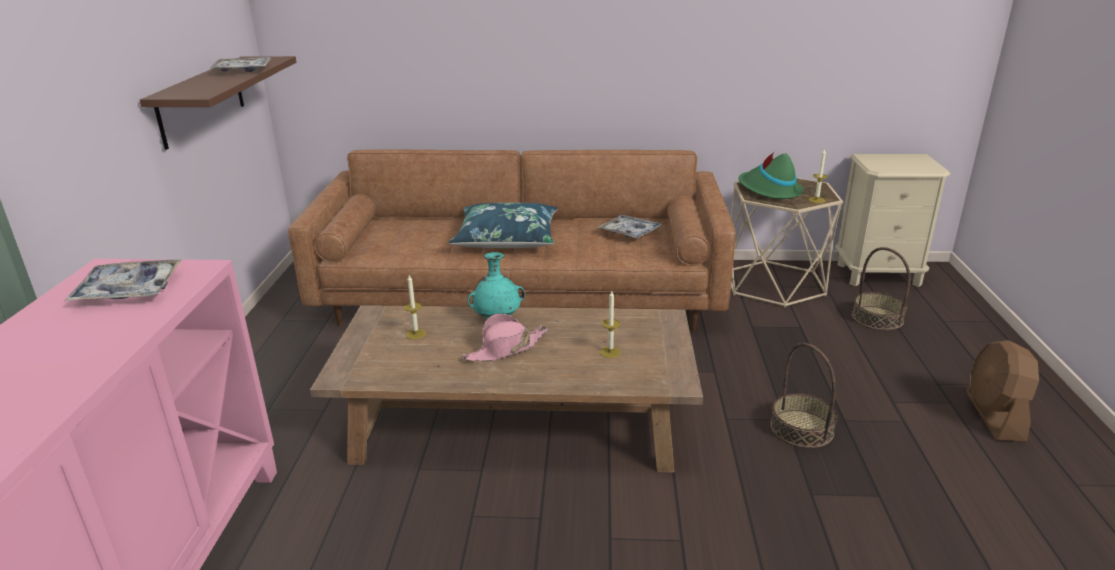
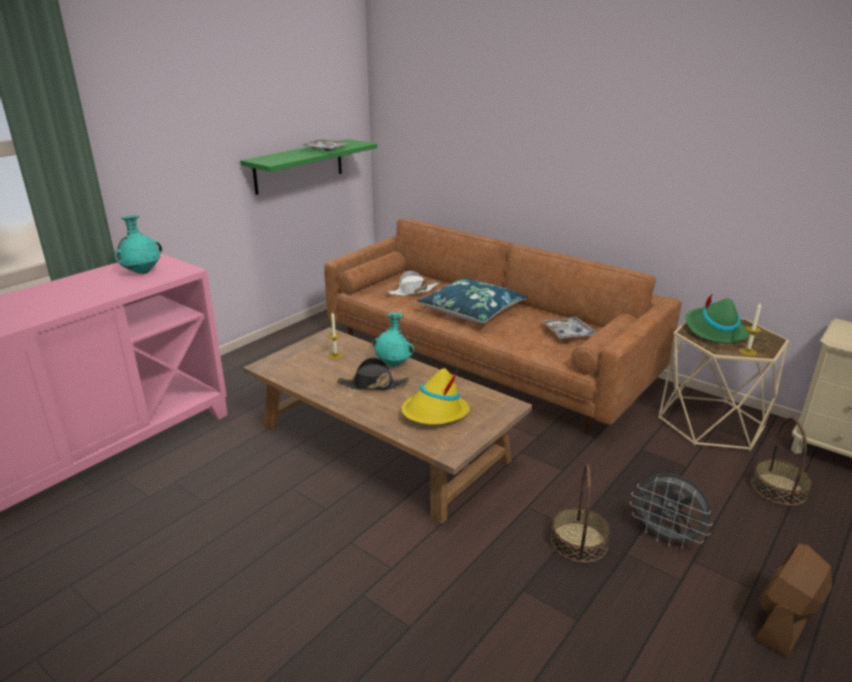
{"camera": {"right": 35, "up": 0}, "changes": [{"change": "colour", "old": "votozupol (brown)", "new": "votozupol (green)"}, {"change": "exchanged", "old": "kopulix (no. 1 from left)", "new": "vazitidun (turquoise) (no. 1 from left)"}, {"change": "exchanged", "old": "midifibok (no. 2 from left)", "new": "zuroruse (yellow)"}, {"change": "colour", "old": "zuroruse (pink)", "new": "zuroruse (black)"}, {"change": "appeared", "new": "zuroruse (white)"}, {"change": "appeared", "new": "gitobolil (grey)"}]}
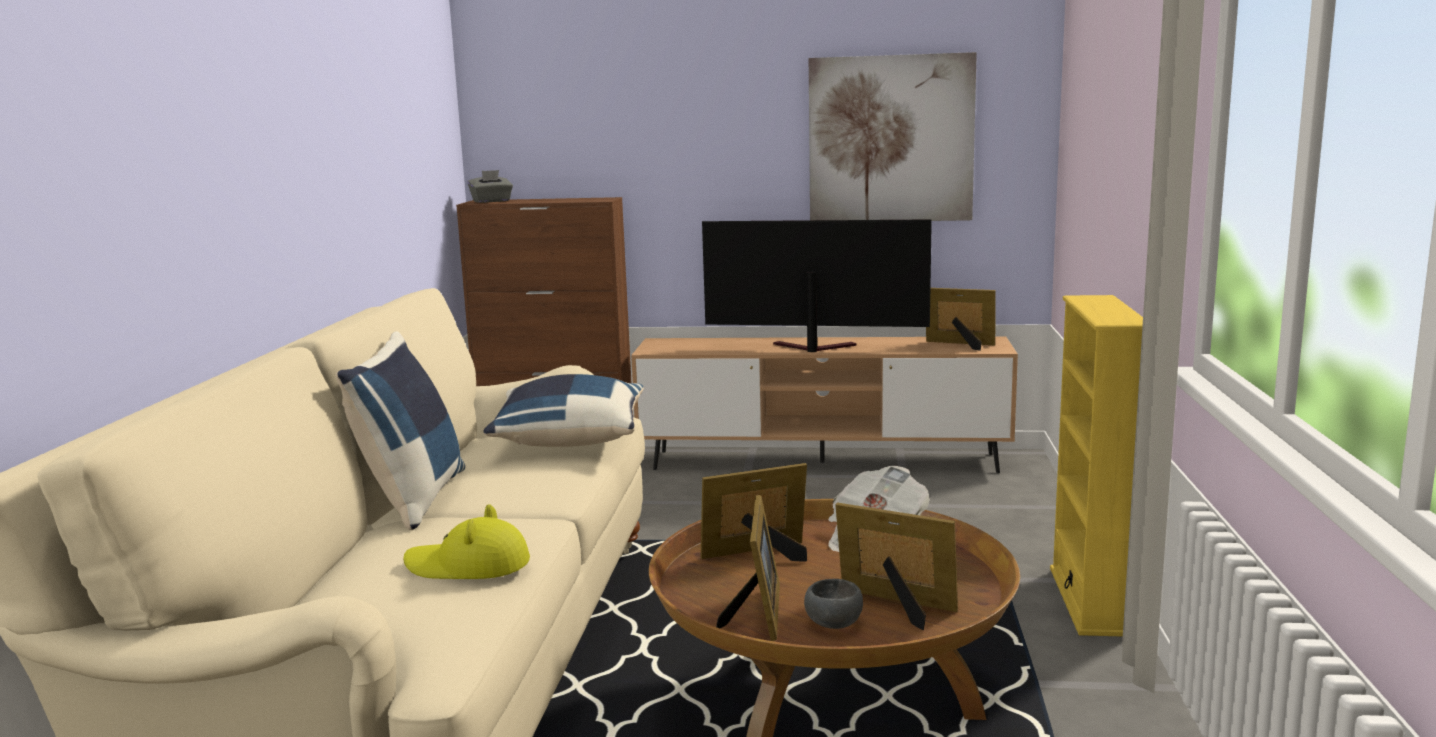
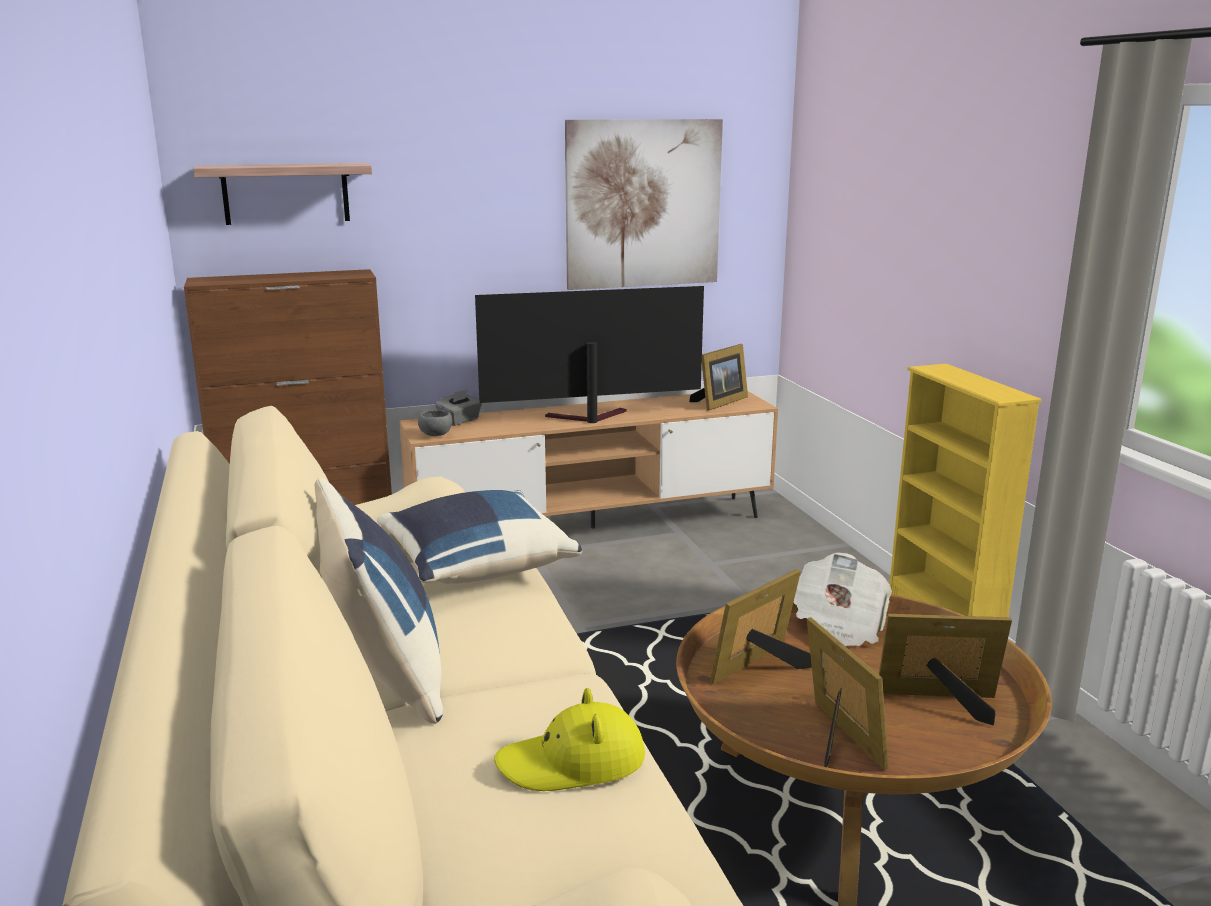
{"camera": {"right": -25, "up": 5}, "changes": [{"change": "relocated", "old": "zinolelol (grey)"}, {"change": "spun", "old": "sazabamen (no. 4 from left in the first image)", "degrees": 135}, {"change": "relocated", "old": "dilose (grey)"}, {"change": "appeared", "new": "votozupol"}]}
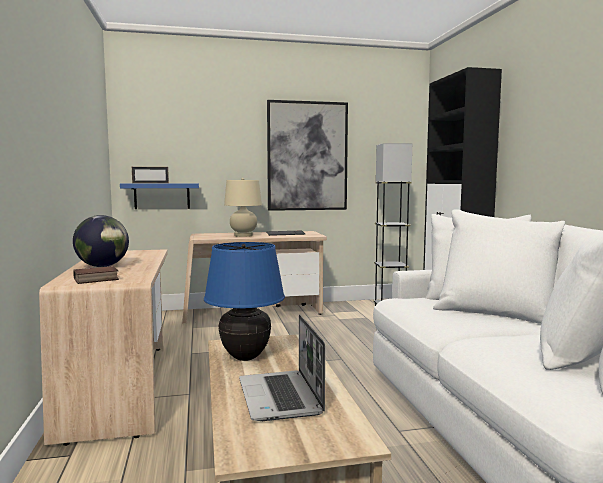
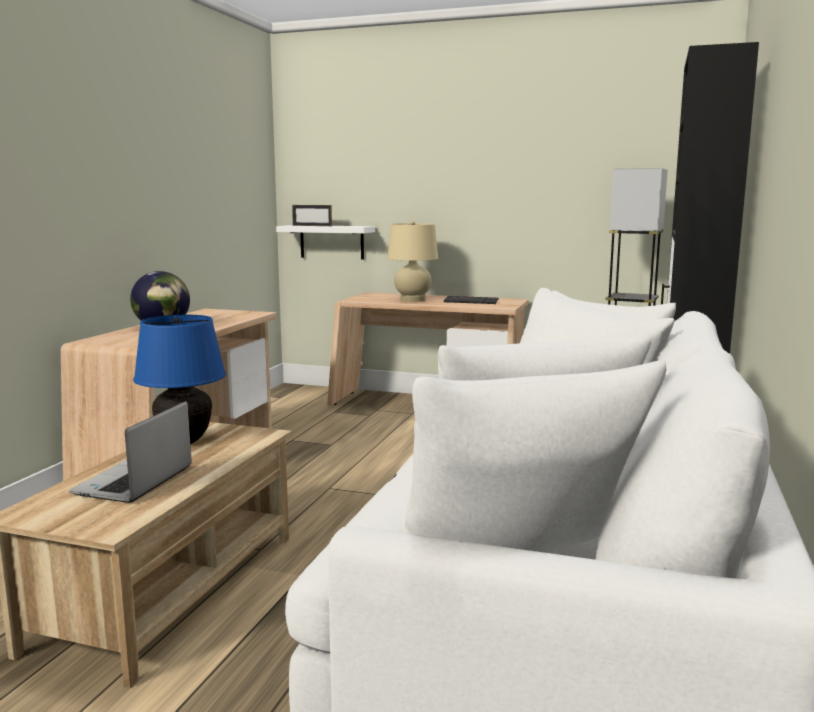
{"camera": {"right": 30, "up": 5}, "changes": [{"change": "missing", "old": "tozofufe"}, {"change": "colour", "old": "votozupol (blue)", "new": "votozupol (white)"}, {"change": "missing", "old": "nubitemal"}]}
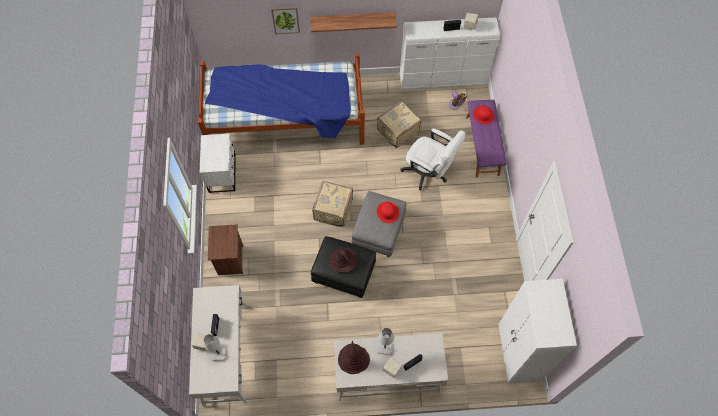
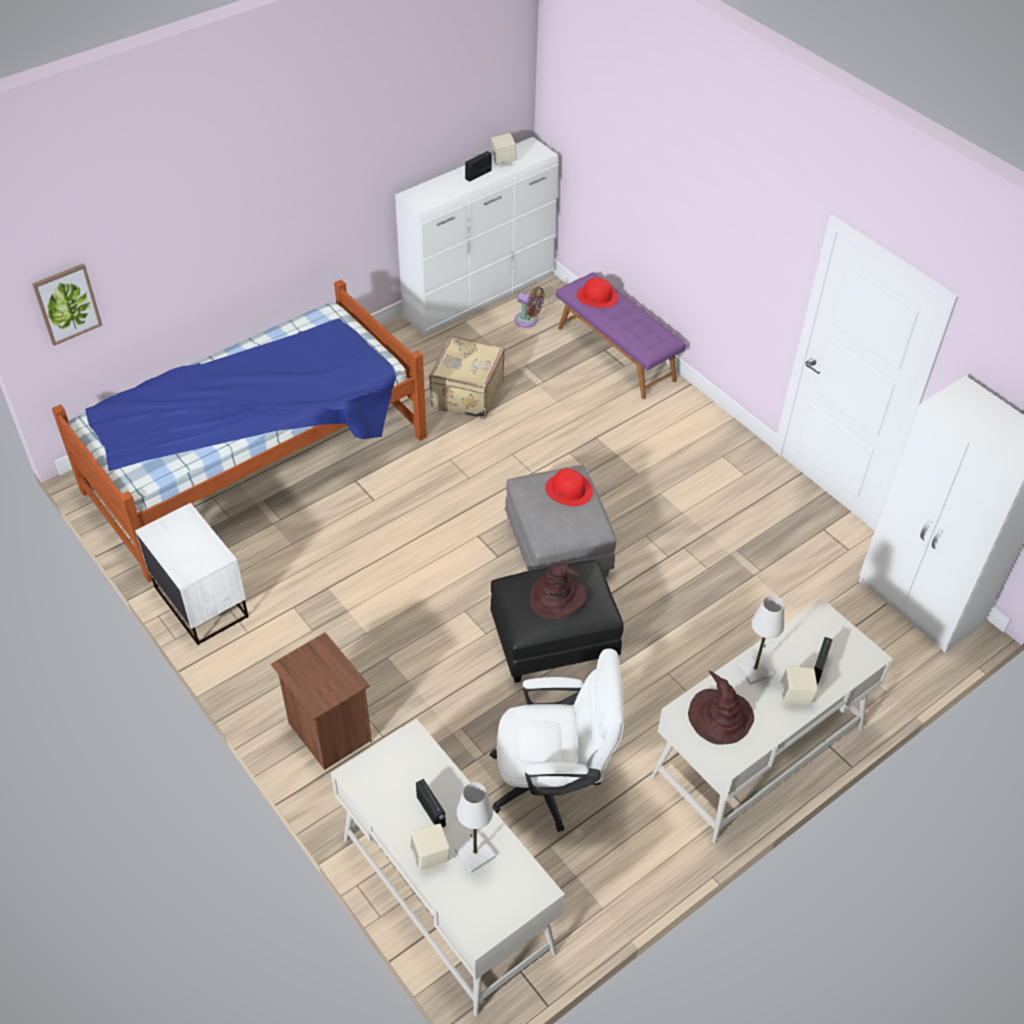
{"camera": {"right": -35, "up": -15}, "changes": [{"change": "relocated", "old": "tozofufe"}, {"change": "missing", "old": "votozupol"}, {"change": "relocated", "old": "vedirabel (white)"}, {"change": "missing", "old": "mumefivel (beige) (no. 1 from left)"}]}
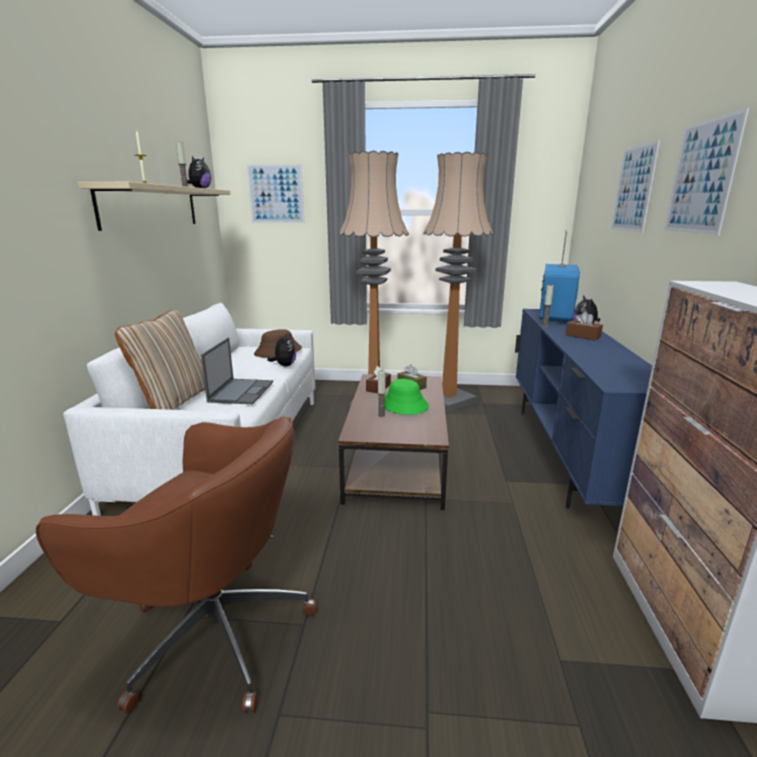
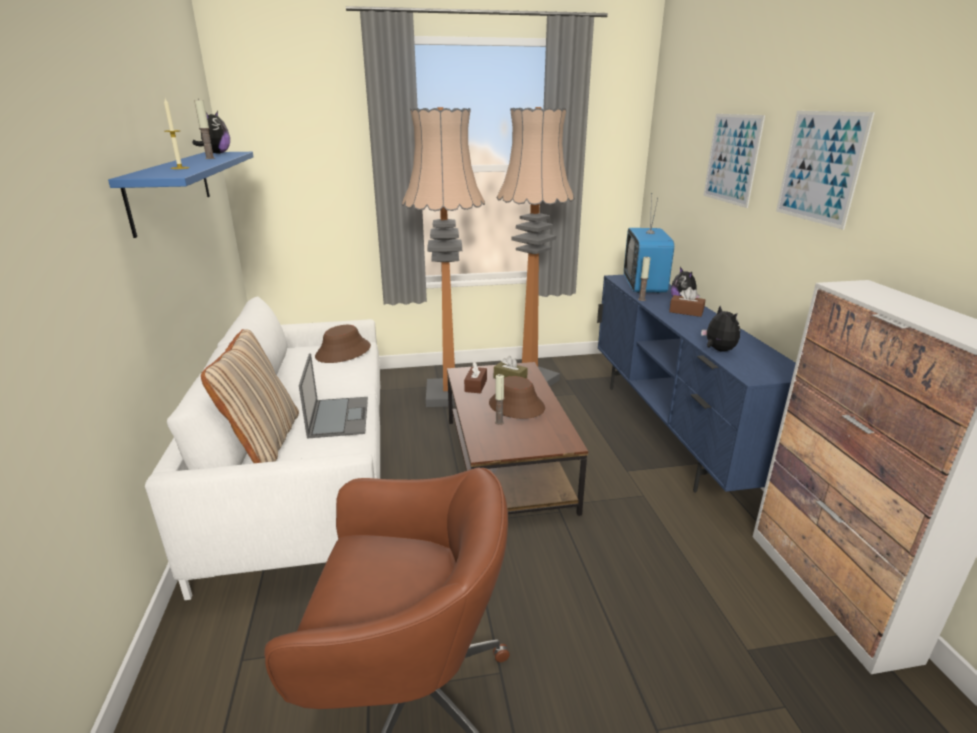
{"camera": {"right": -15, "up": 5}, "changes": [{"change": "missing", "old": "tozofufe (no. 1 from left)"}, {"change": "colour", "old": "votozupol (beige)", "new": "votozupol (blue)"}, {"change": "relocated", "old": "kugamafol (no. 2 from left in the first image)", "new": "kugamafol (no. 3 from left)"}, {"change": "colour", "old": "zuroruse (green)", "new": "zuroruse (brown) (no. 2 from left)"}]}
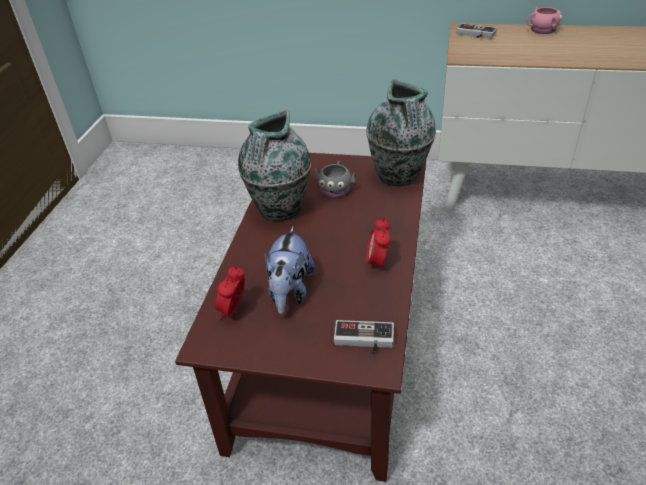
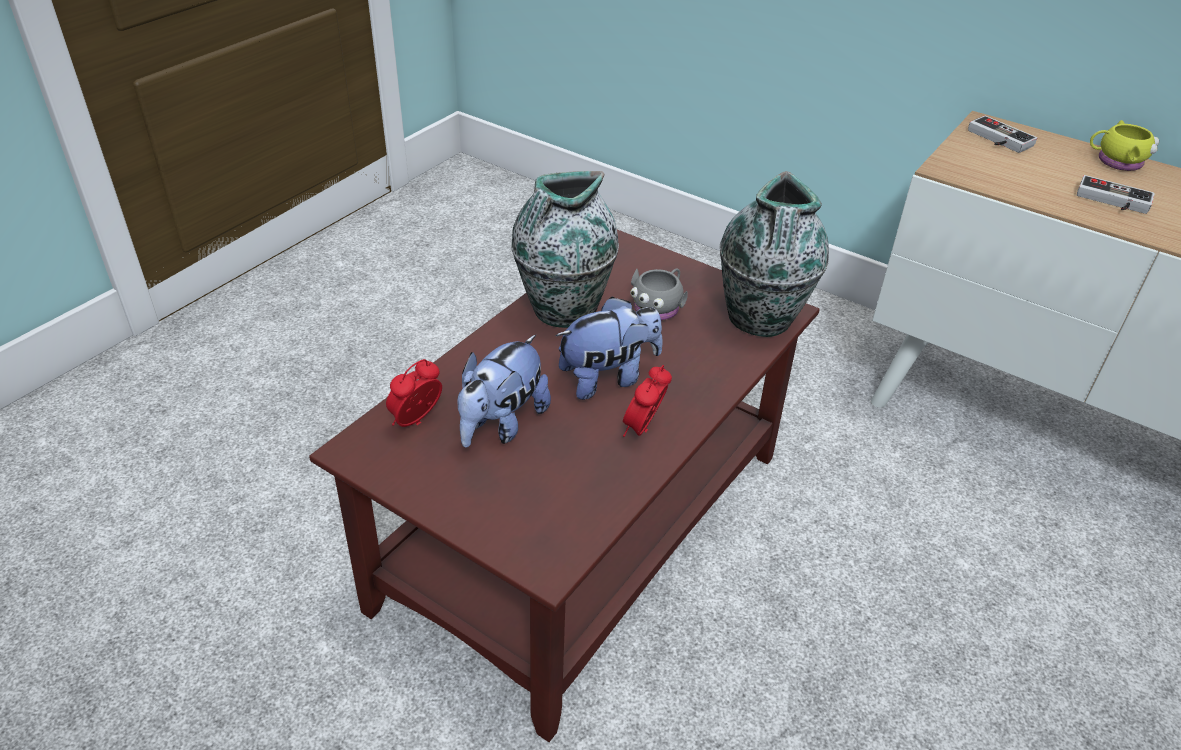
{"camera": {"right": 20, "up": 0}, "changes": [{"change": "colour", "old": "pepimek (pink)", "new": "pepimek (yellow)"}, {"change": "relocated", "old": "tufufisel (no. 1 from left in the first image)", "new": "tufufisel (no. 2 from left)"}, {"change": "appeared", "new": "kugamafol (no. 2 from left)"}]}
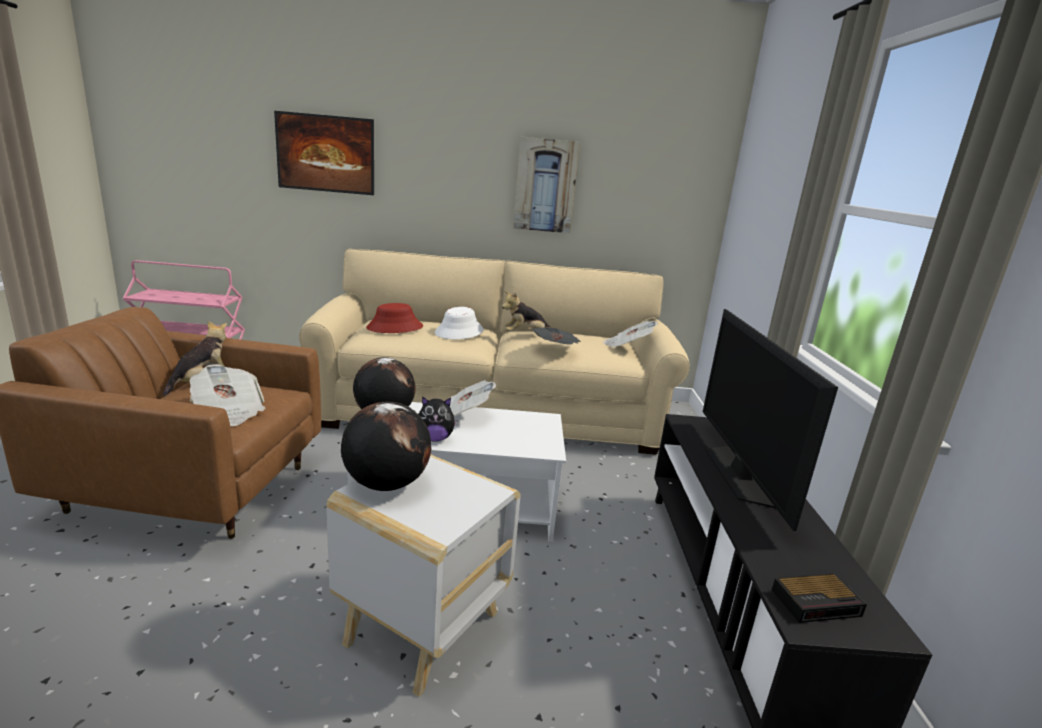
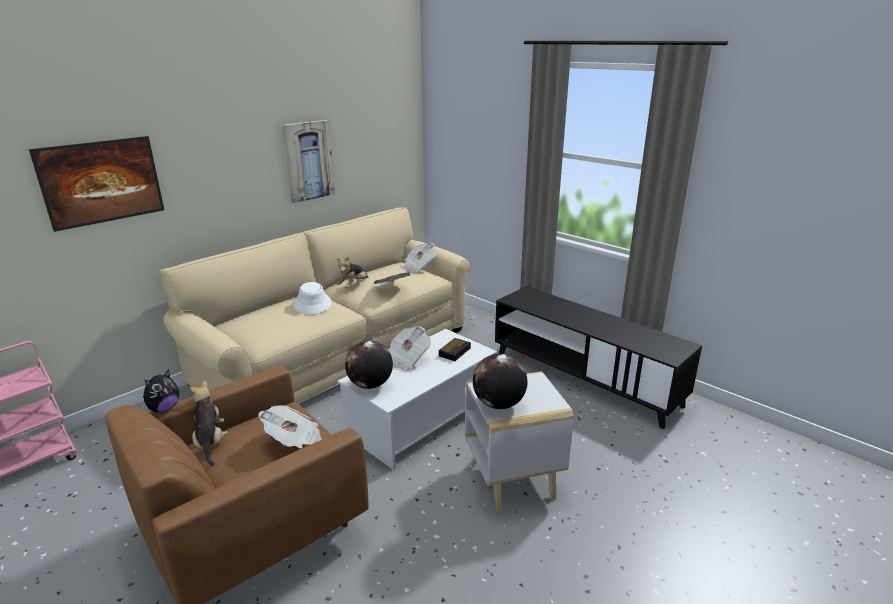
{"camera": {"right": -45, "up": 5}, "changes": [{"change": "missing", "old": "zuroruse (red)"}, {"change": "missing", "old": "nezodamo"}, {"change": "relocated", "old": "kugamafol (no. 2 from left in the first image)", "new": "kugamafol (no. 1 from left)"}, {"change": "relocated", "old": "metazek"}]}
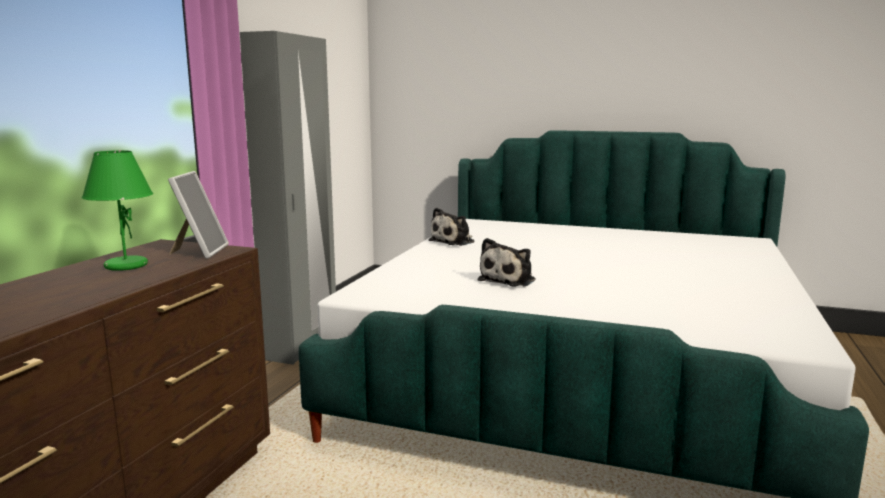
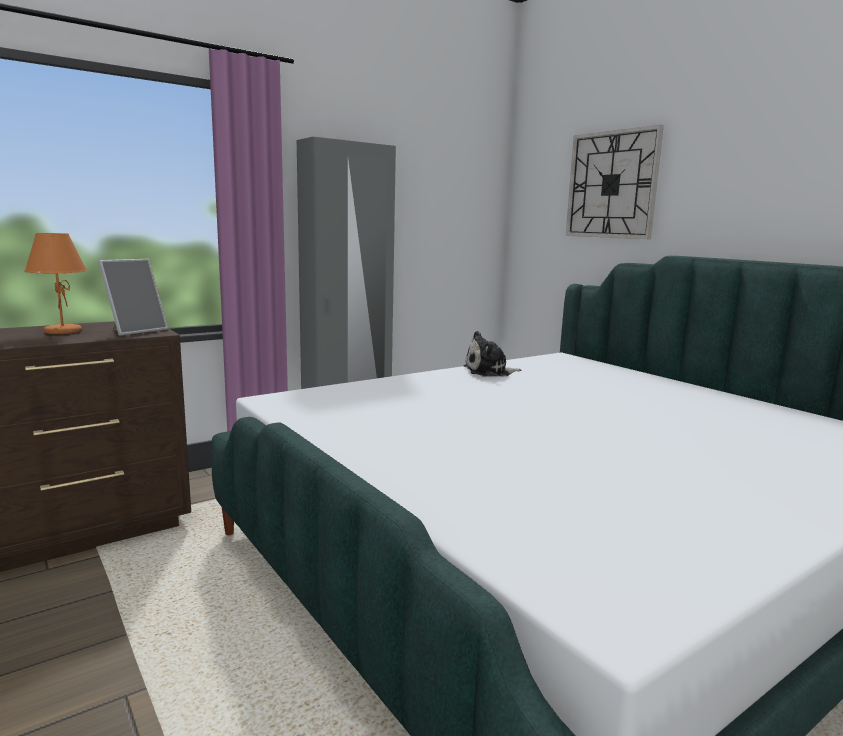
{"camera": {"right": 35, "up": 0}, "changes": [{"change": "colour", "old": "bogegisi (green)", "new": "bogegisi (orange)"}, {"change": "missing", "old": "kugamafol (no. 2 from left)"}, {"change": "appeared", "new": "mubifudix"}]}
